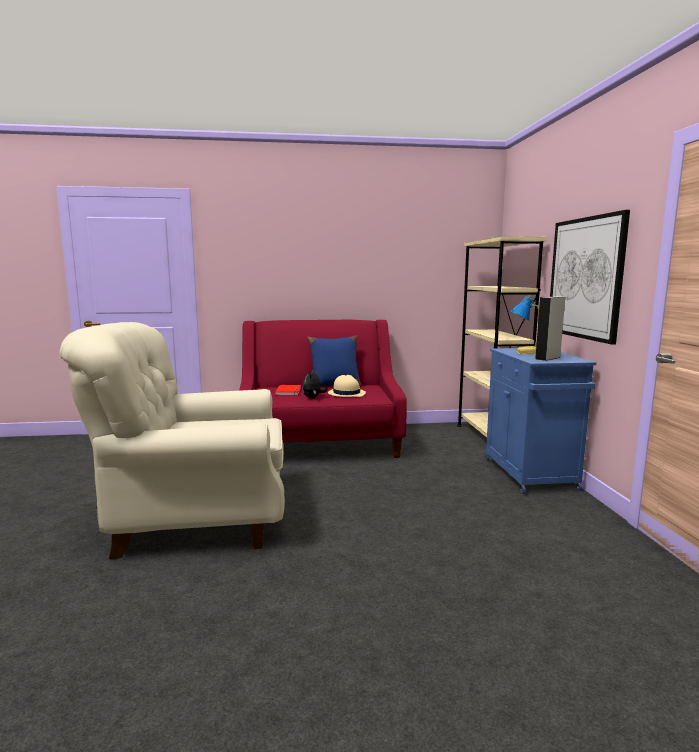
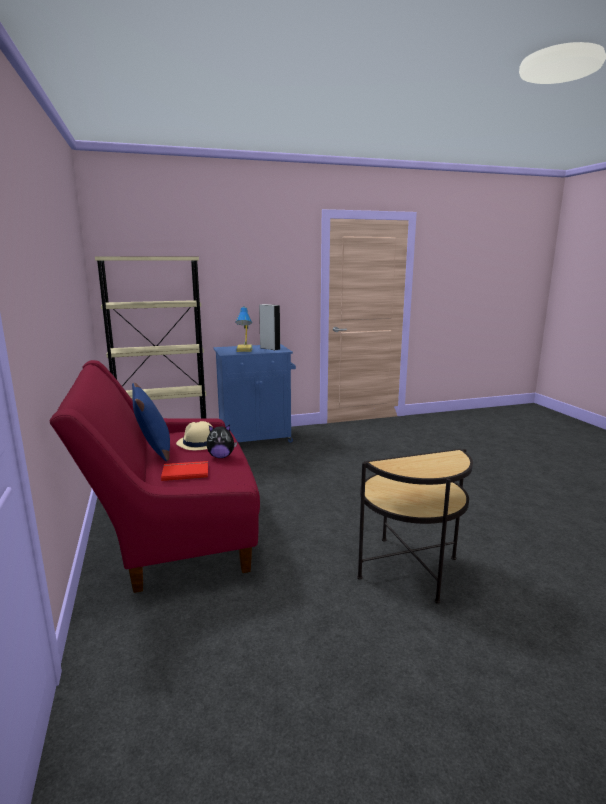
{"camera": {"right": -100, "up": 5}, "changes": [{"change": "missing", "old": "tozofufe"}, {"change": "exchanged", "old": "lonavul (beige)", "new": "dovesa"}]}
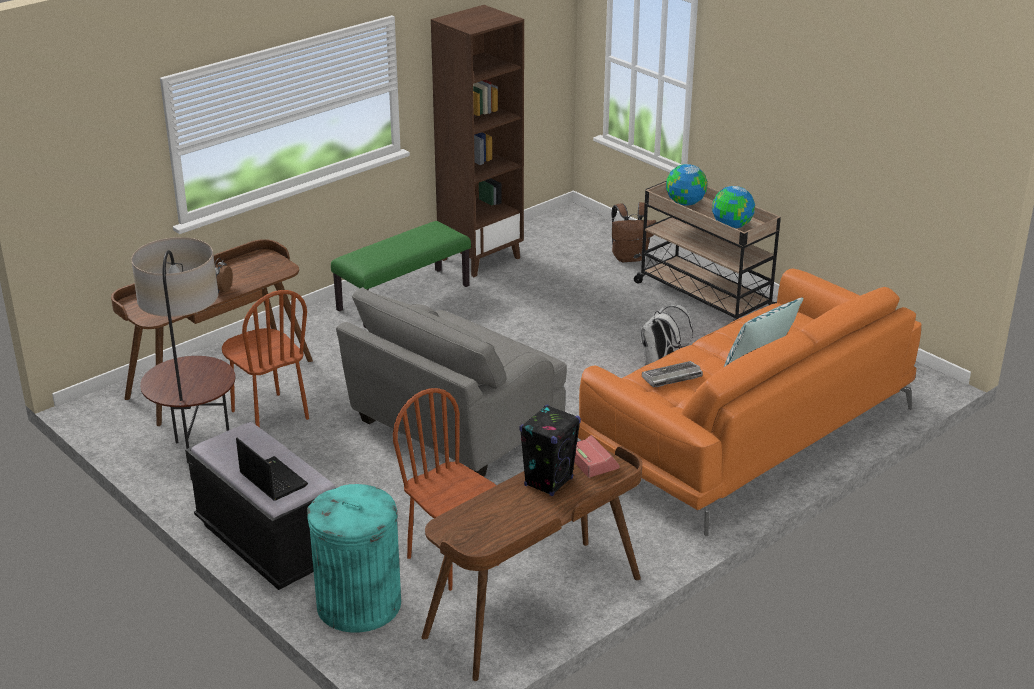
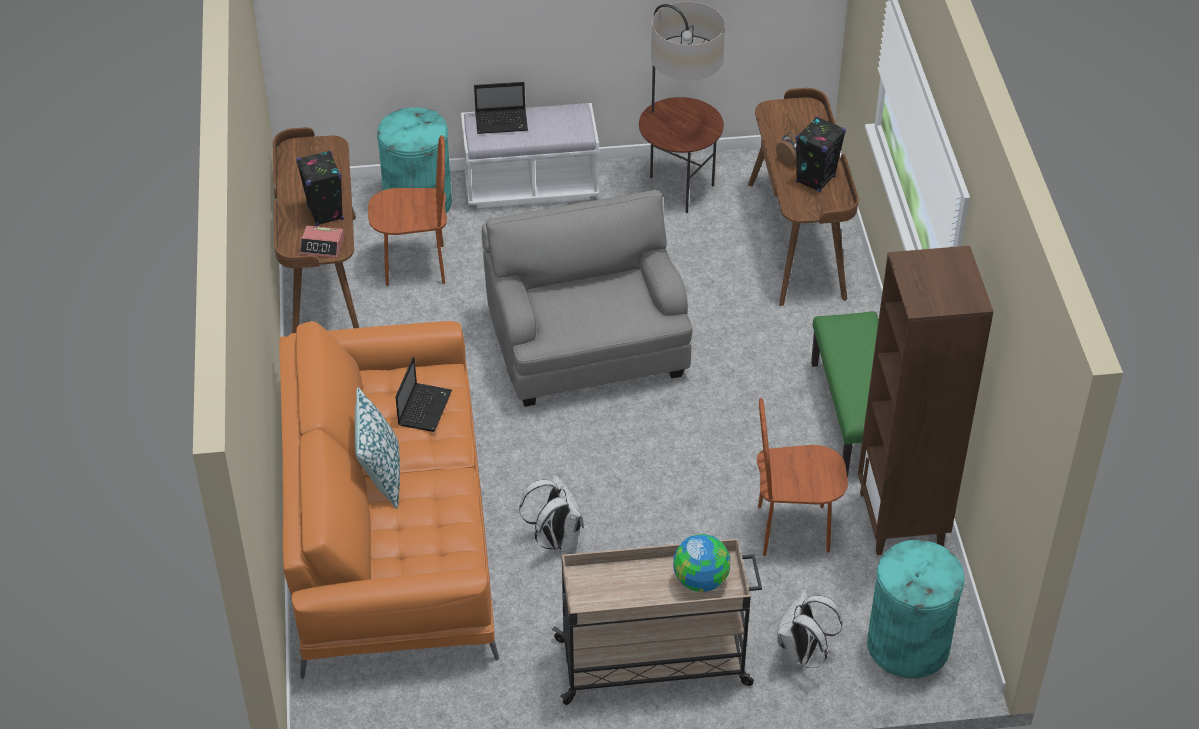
{"camera": {"right": 125, "up": 15}, "changes": [{"change": "missing", "old": "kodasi (no. 2 from left)"}, {"change": "colour", "old": "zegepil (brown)", "new": "zegepil (white) (no. 2 from left)"}, {"change": "relocated", "old": "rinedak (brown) (no. 1 from left in the first image)", "new": "rinedak (brown) (no. 2 from left)"}, {"change": "exchanged", "old": "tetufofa", "new": "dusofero (no. 1 from left)"}, {"change": "colour", "old": "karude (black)", "new": "karude (white)"}, {"change": "appeared", "new": "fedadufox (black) (no. 2 from left)"}, {"change": "appeared", "new": "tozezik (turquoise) (no. 2 from left)"}]}
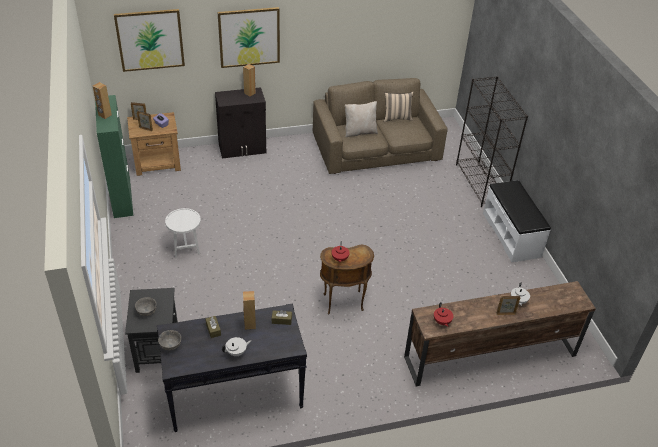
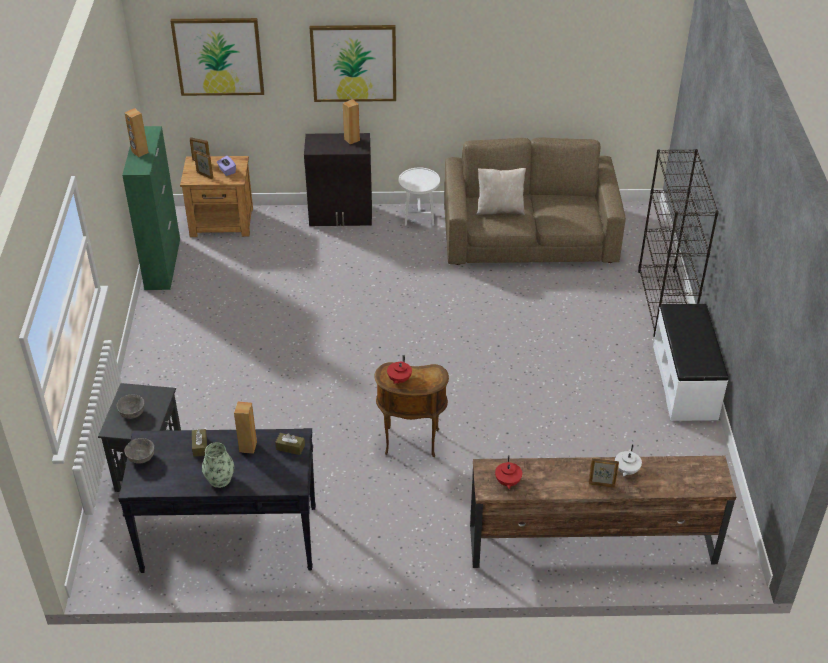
{"camera": {"right": 15, "up": 0}, "changes": [{"change": "missing", "old": "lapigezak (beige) (no. 2 from left)"}, {"change": "relocated", "old": "dovesa (white)"}, {"change": "exchanged", "old": "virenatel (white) (no. 1 from left)", "new": "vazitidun"}]}
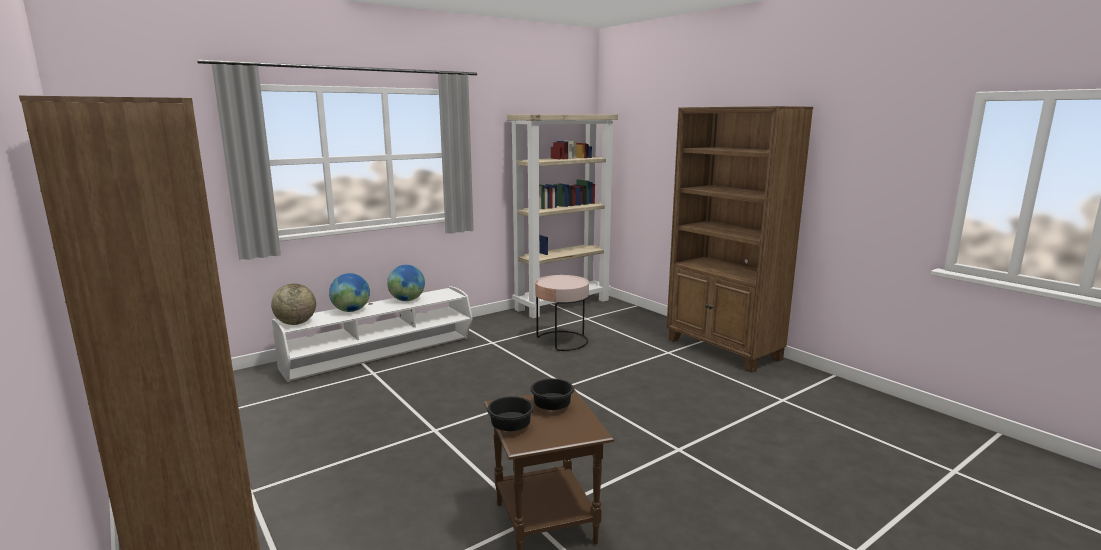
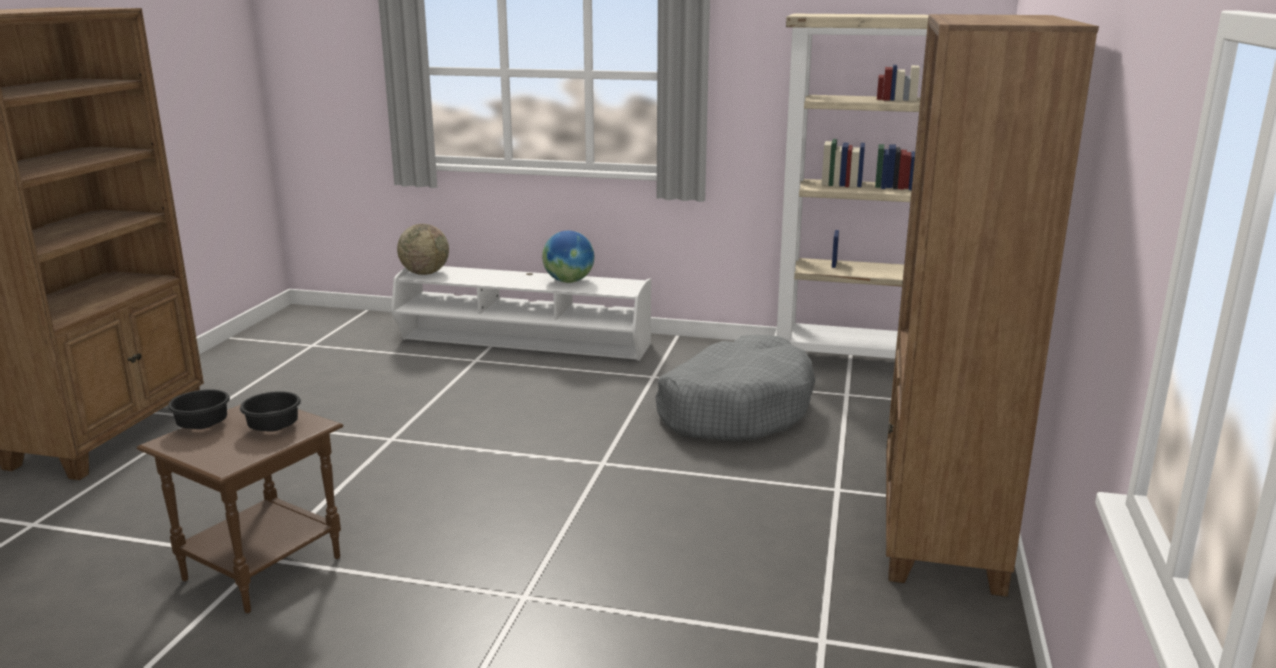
{"camera": {"right": 50, "up": 5}, "changes": [{"change": "missing", "old": "kodasi (no. 2 from left)"}, {"change": "exchanged", "old": "dovesa (pink)", "new": "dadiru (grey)"}]}
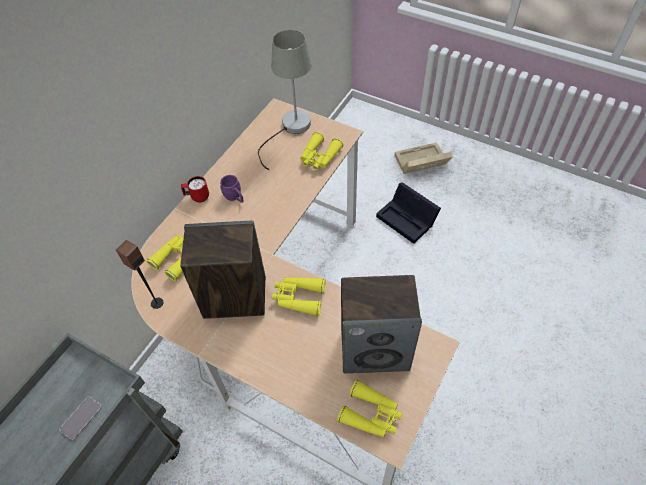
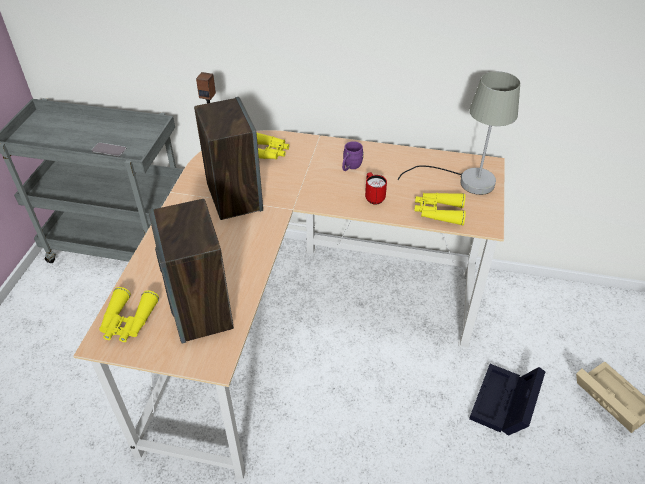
{"camera": {"right": 70, "up": -10}, "changes": [{"change": "relocated", "old": "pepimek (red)"}, {"change": "missing", "old": "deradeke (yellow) (no. 2 from left)"}]}
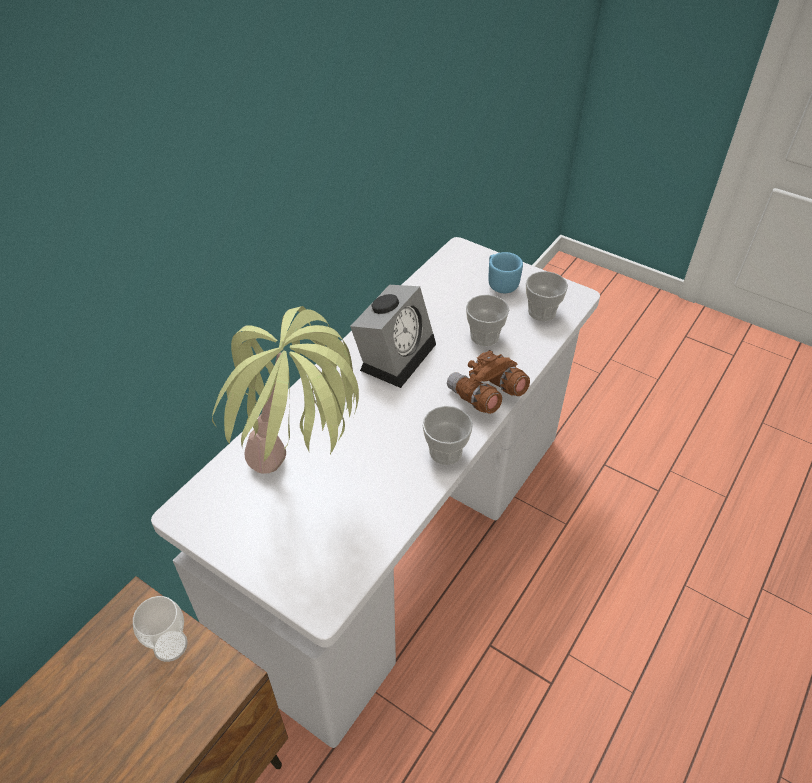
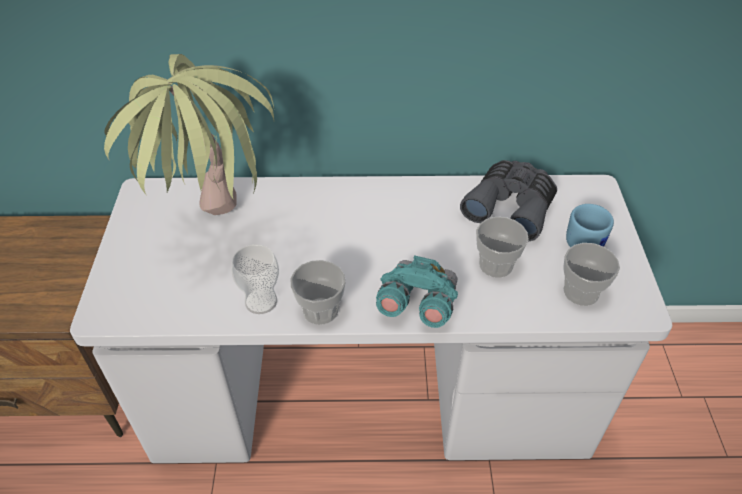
{"camera": {"right": 55, "up": 0}, "changes": [{"change": "missing", "old": "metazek"}, {"change": "colour", "old": "deradeke (brown)", "new": "deradeke (turquoise)"}, {"change": "relocated", "old": "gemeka (no. 1 from left)"}, {"change": "appeared", "new": "deradeke (grey)"}]}
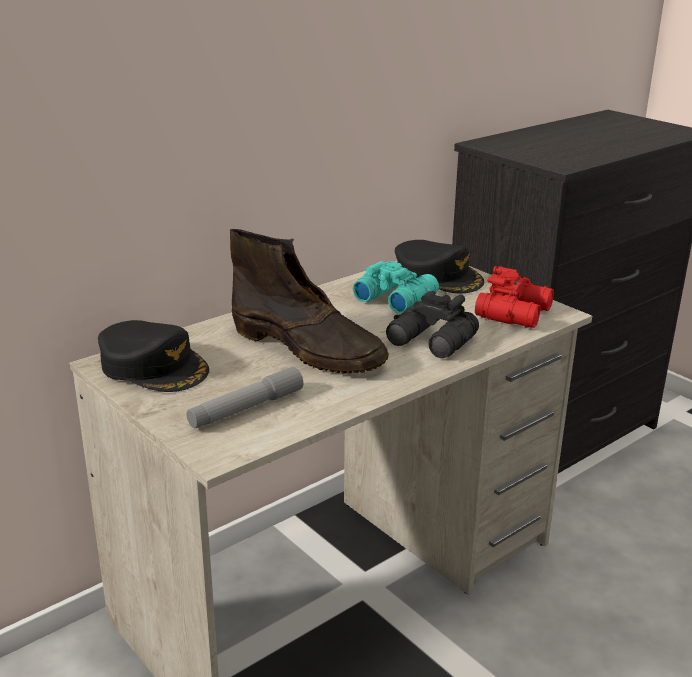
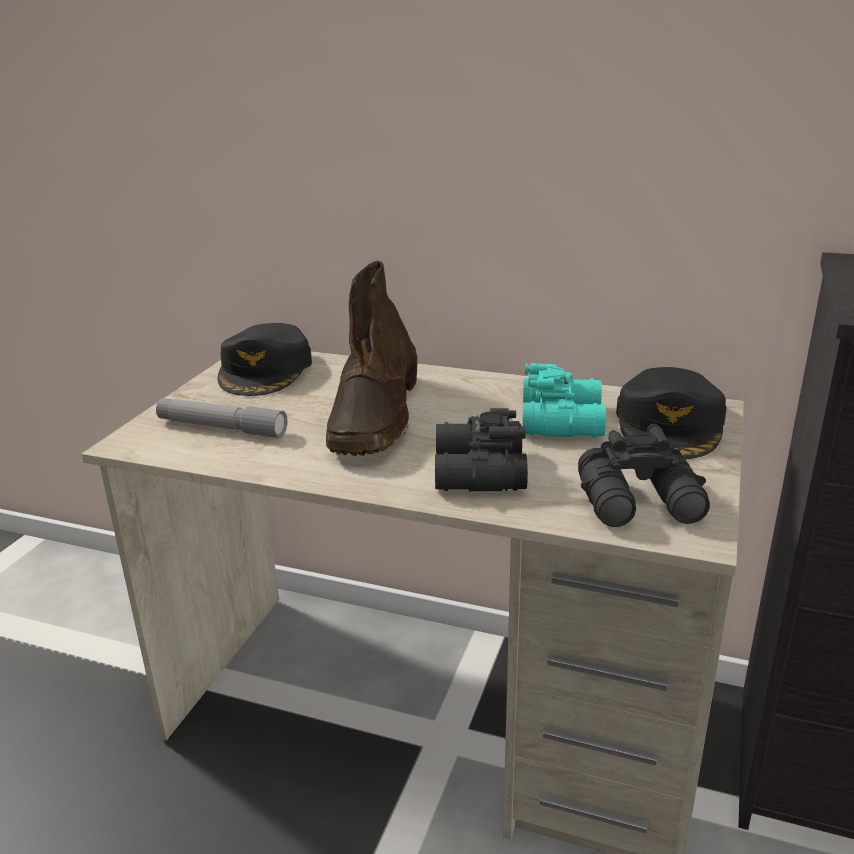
{"camera": {"right": 60, "up": 0}, "changes": [{"change": "colour", "old": "deradeke (red)", "new": "deradeke (black) (no. 2 from left)"}]}
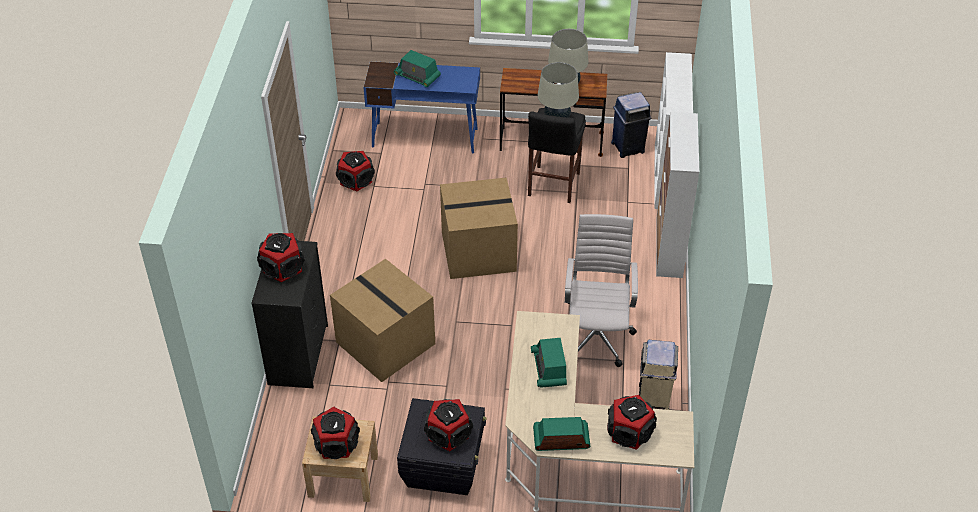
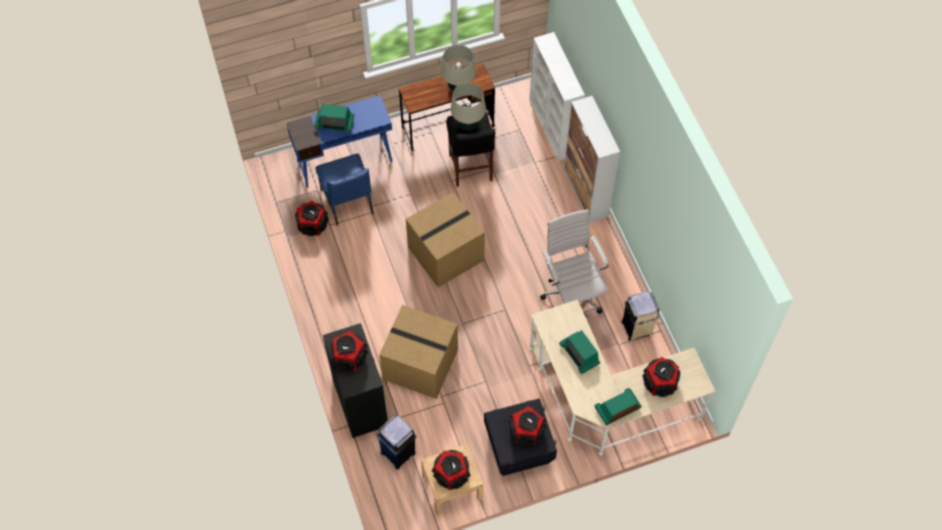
{"camera": {"right": -25, "up": 15}, "changes": [{"change": "relocated", "old": "tozezik (blue)"}, {"change": "appeared", "new": "rinedak (blue)"}]}
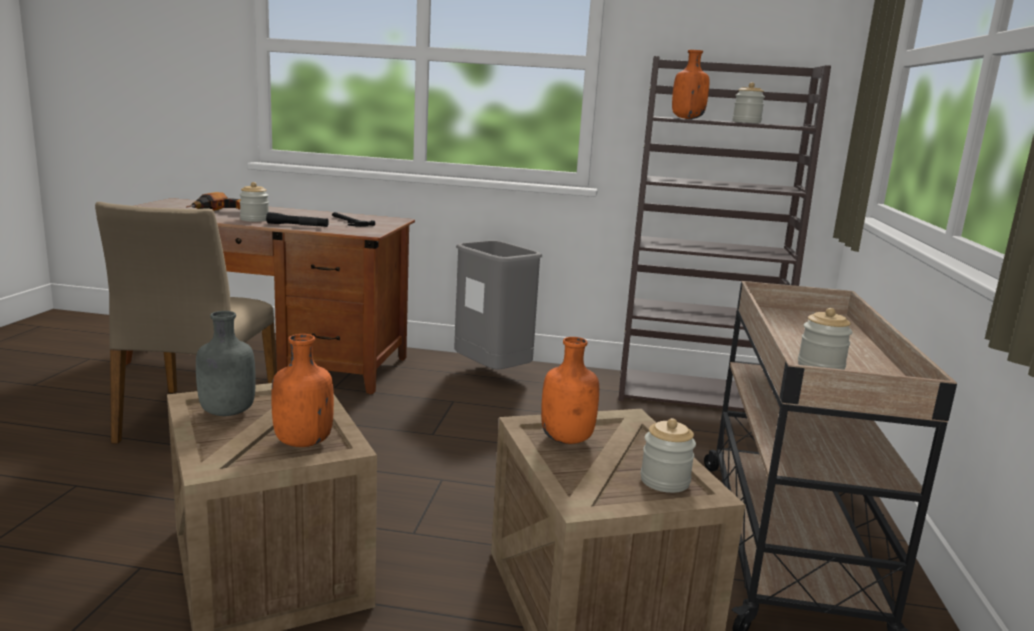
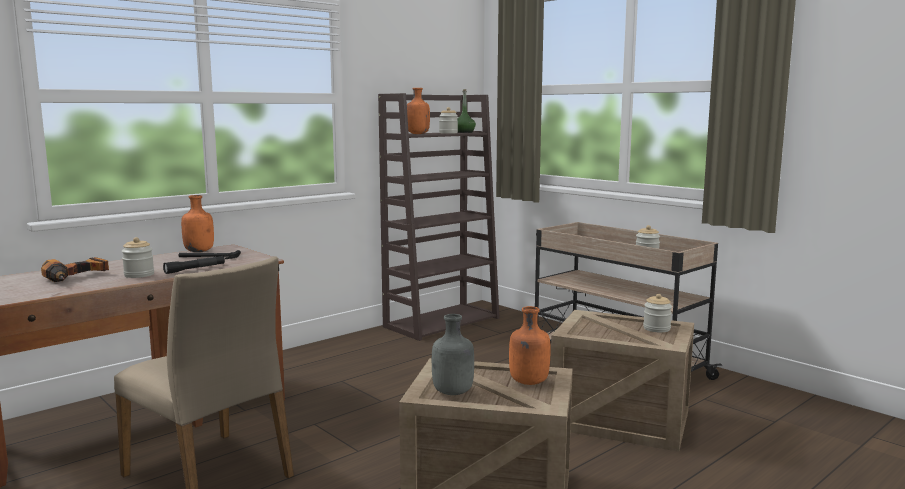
{"camera": {"right": -50, "up": -5}, "changes": [{"change": "missing", "old": "tozezik (grey)"}, {"change": "relocated", "old": "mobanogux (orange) (no. 2 from left in the first image)", "new": "mobanogux (orange) (no. 1 from left)"}, {"change": "appeared", "new": "mobanogux (green)"}]}
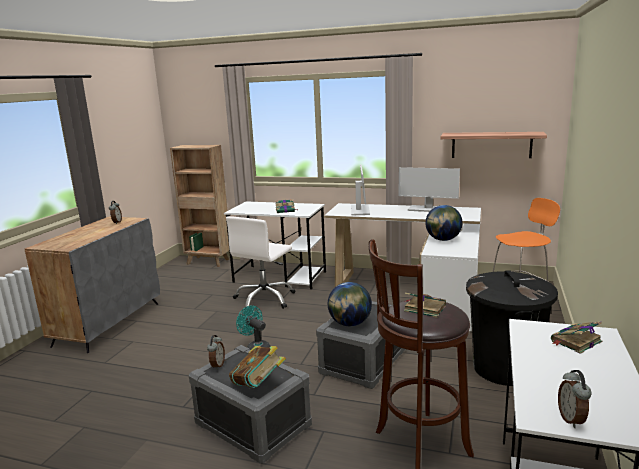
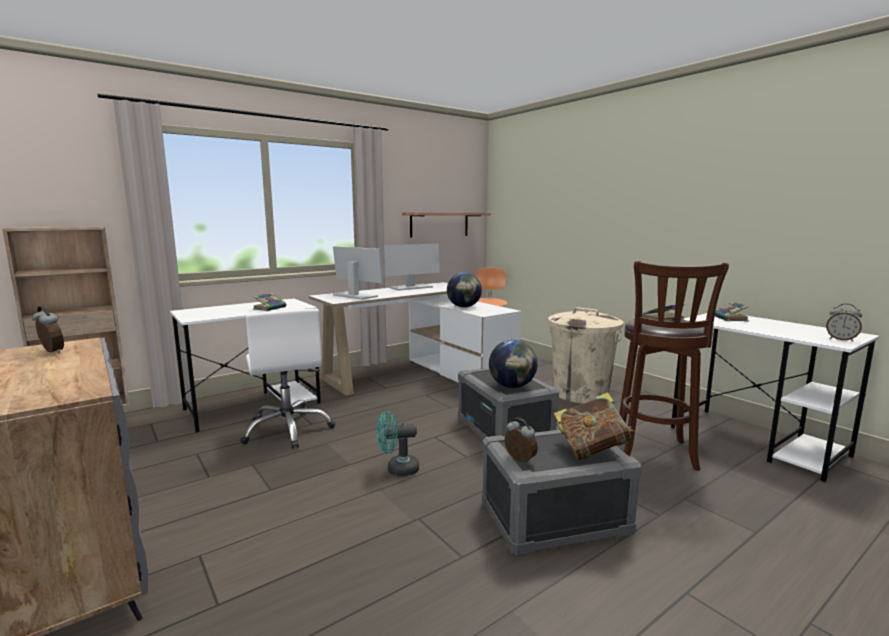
{"camera": {"right": -55, "up": -5}, "changes": [{"change": "colour", "old": "tozezik (black)", "new": "tozezik (beige)"}]}
